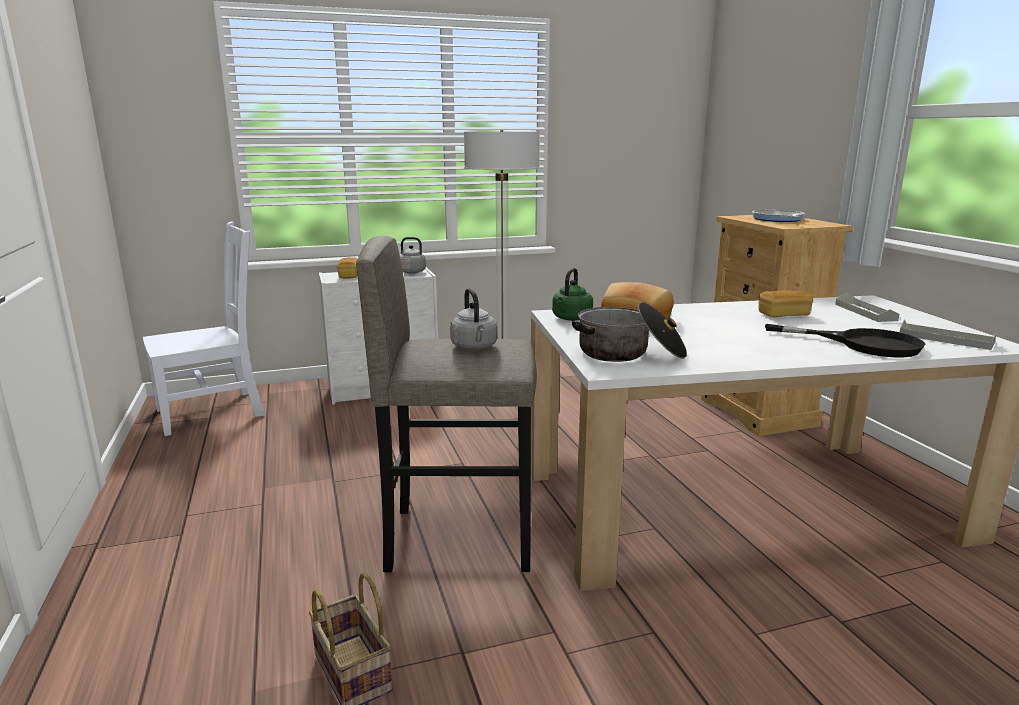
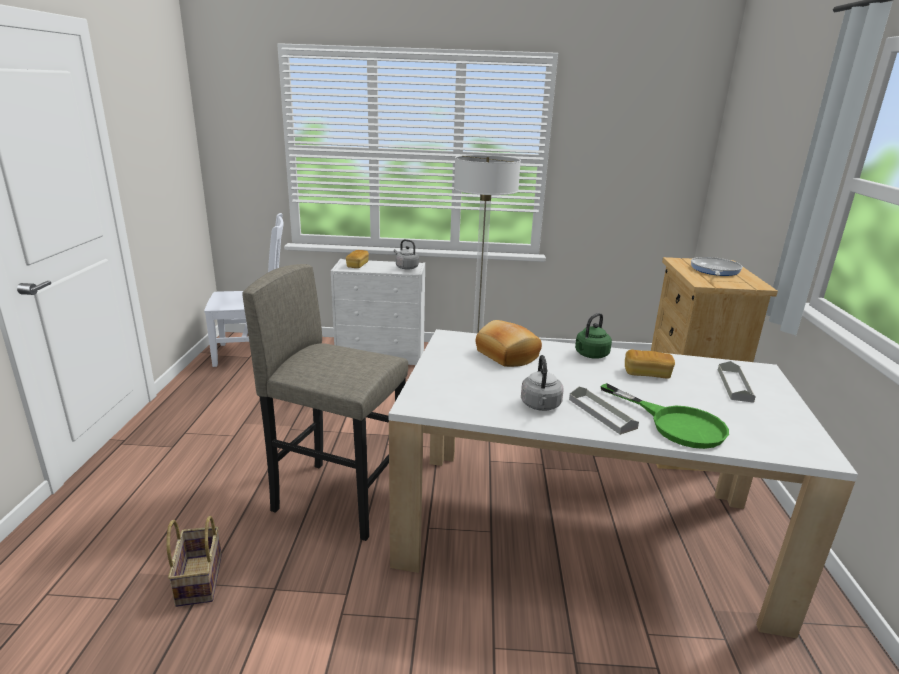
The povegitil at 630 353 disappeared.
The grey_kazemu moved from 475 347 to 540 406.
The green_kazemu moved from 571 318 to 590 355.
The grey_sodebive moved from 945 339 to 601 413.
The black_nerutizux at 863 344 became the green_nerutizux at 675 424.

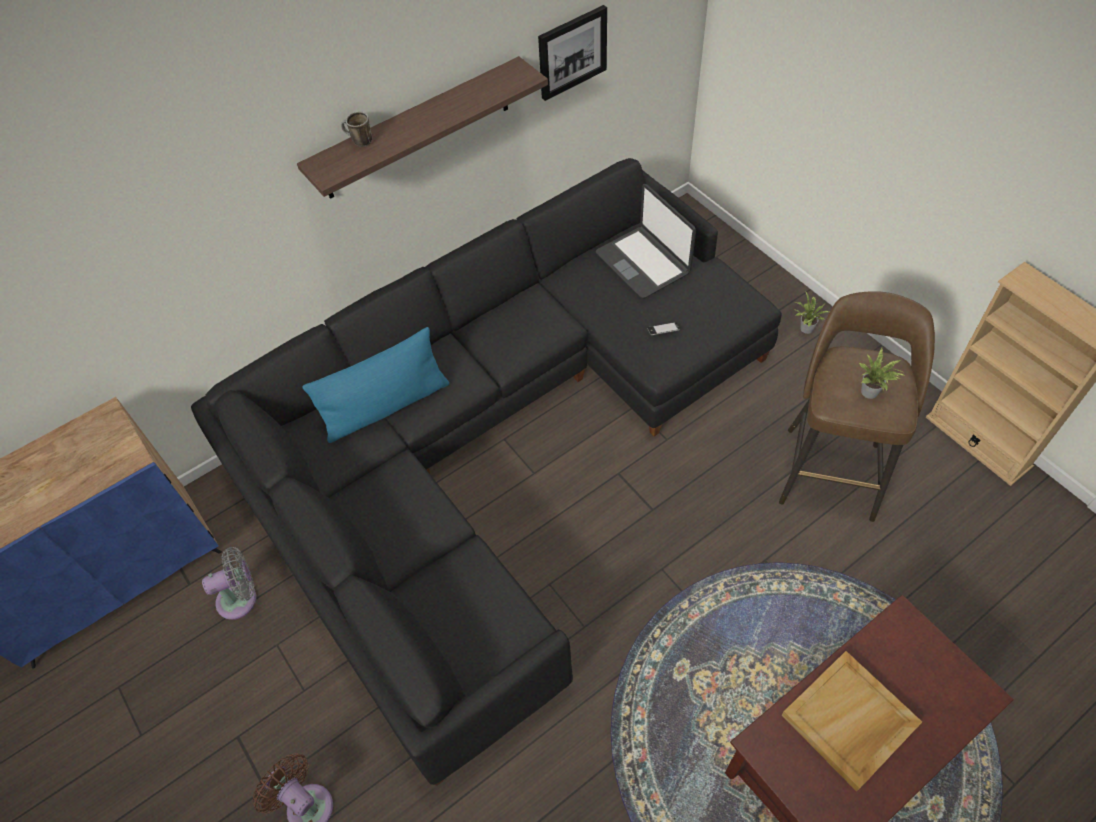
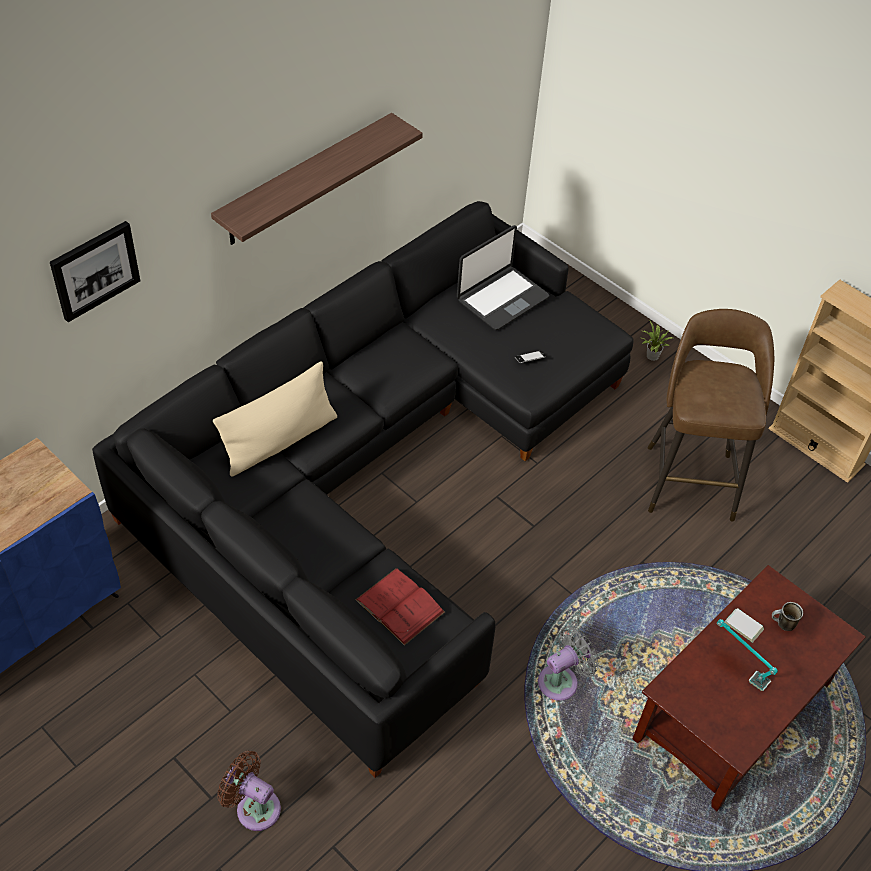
The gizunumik at 871 393 disappeared.
The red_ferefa at 400 606 appeared.
The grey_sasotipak moved from 241 598 to 561 681.
The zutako moved from 359 142 to 782 625.
The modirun moved from 572 52 to 94 270.
The beige_sodebive at 849 721 was replaced by the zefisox at 737 666.
The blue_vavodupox at 386 406 became the beige_vavodupox at 280 440.
The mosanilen at 643 263 turned 90 degrees counterclockwise.

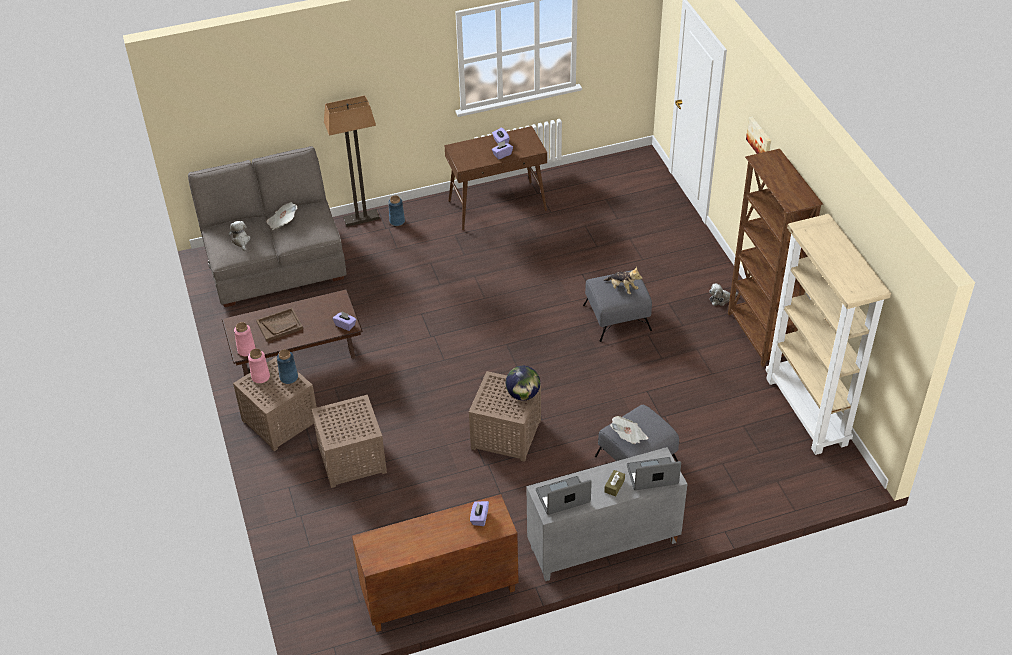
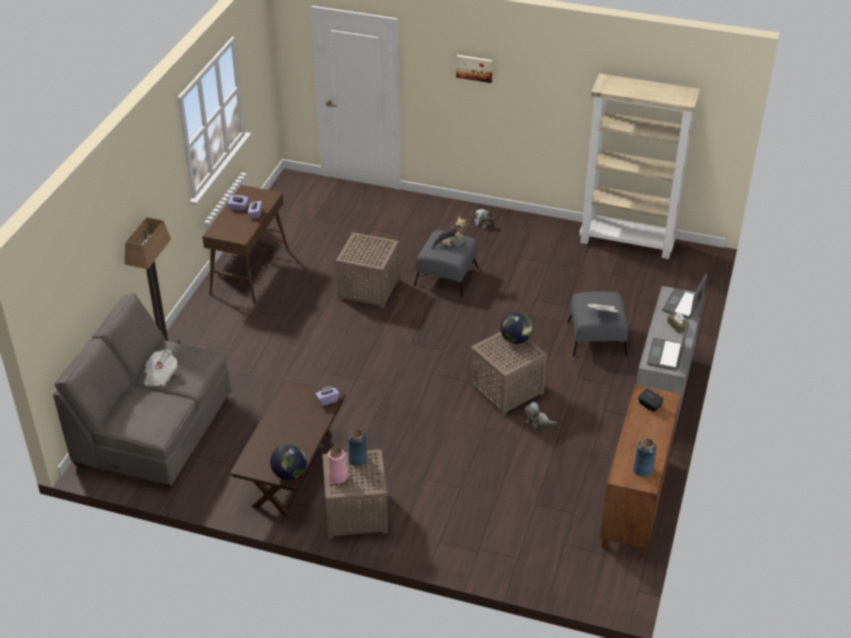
The brown_sodebive at 280 325 disappeared.
The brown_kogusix at 758 336 disappeared.
The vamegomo moved from 241 241 to 537 421.
The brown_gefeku moved from 351 460 to 369 289.
The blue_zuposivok moved from 397 221 to 643 470.
The pink_zuposivok at 246 350 was replaced by the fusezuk at 290 474.
The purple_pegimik at 479 518 became the black_pegimik at 649 405.

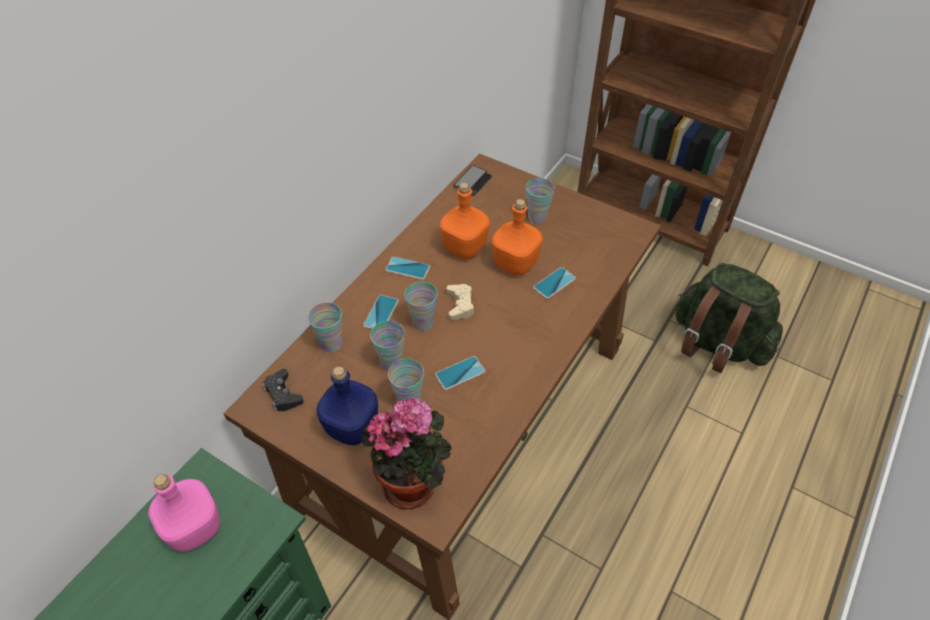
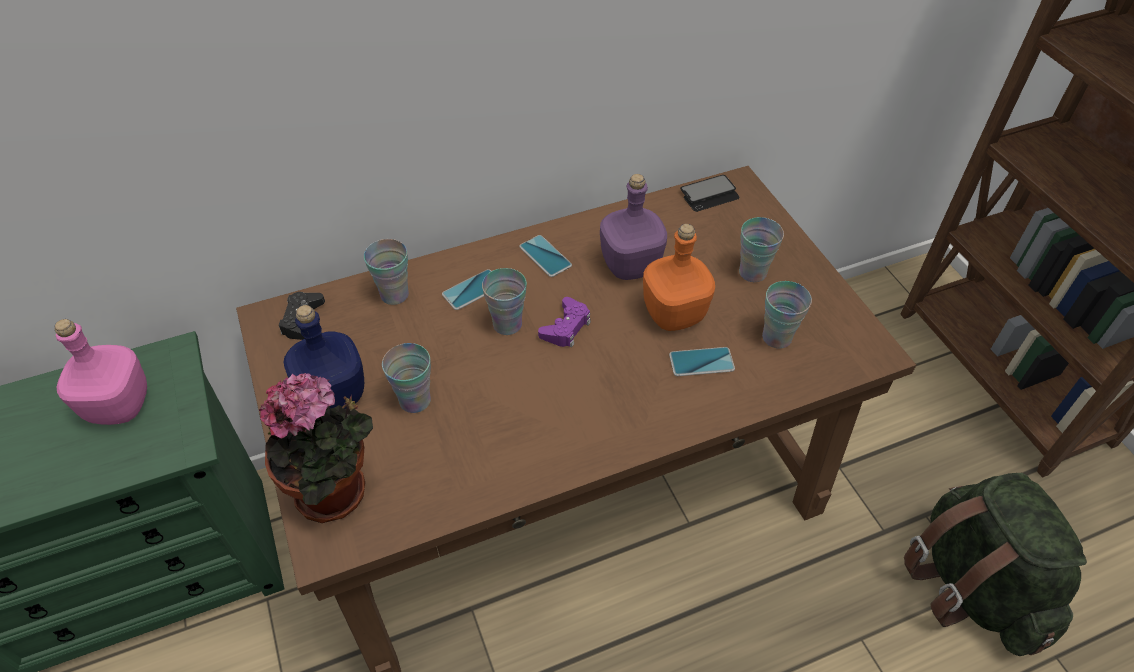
The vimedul at 460 373 disappeared.
The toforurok moved from 391 362 to 777 337.
The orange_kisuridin at 465 247 became the purple_kisuridin at 631 265.
The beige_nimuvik at 460 305 became the purple_nimuvik at 566 327.

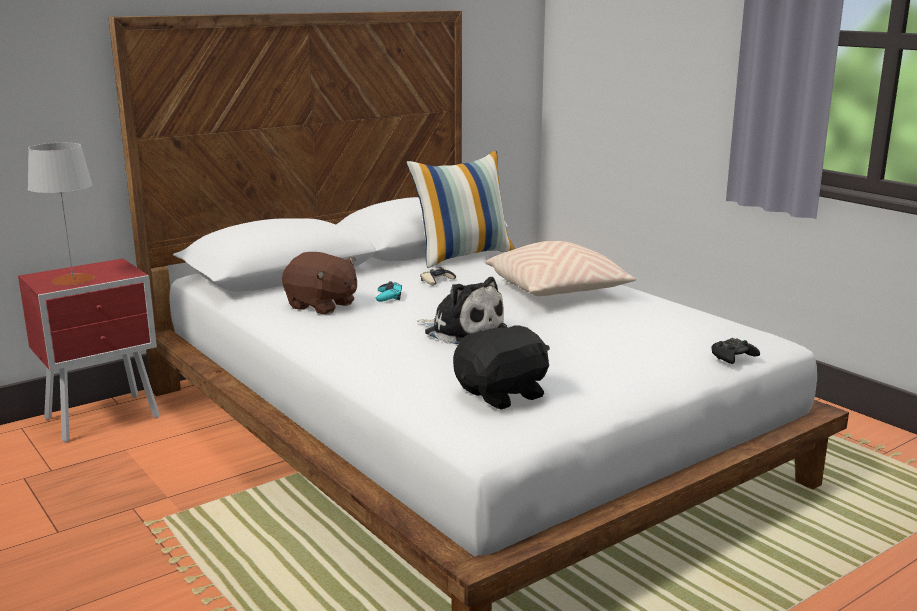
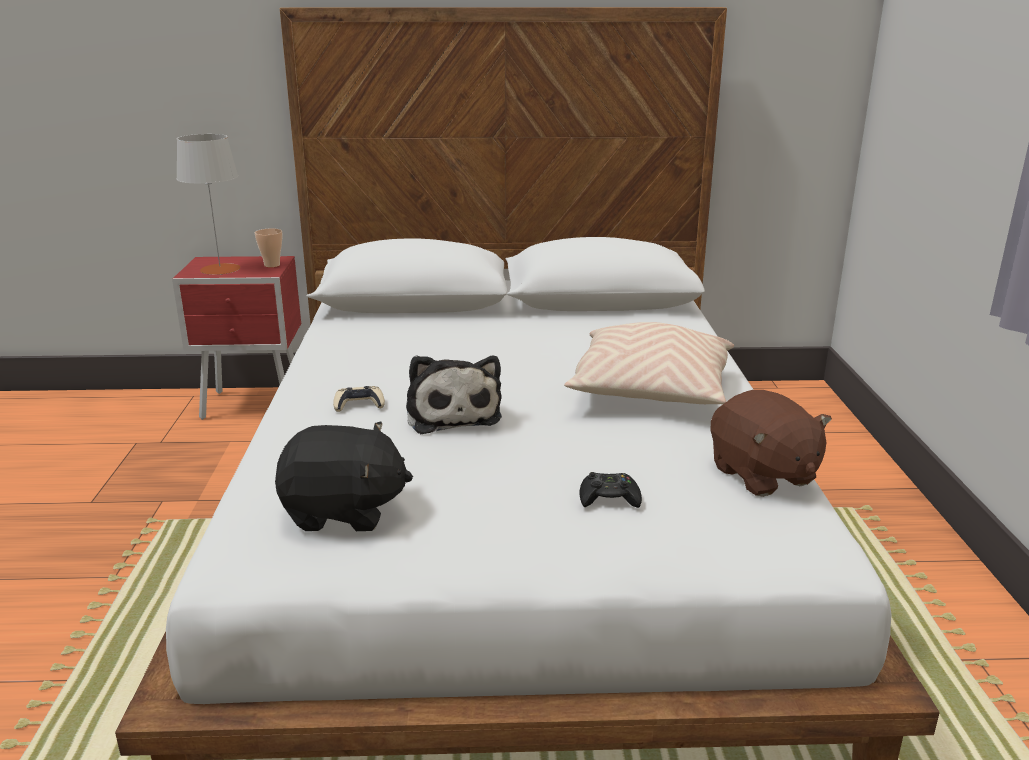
The turquoise_nimuvik at 389 296 disappeared.
The vavodupox at 463 255 disappeared.
The toforurok at 272 265 appeared.
The brown_vamegomo moved from 321 306 to 762 475.
The beige_nimuvik moved from 437 280 to 359 404.
The black_nimuvik moved from 733 357 to 609 498.

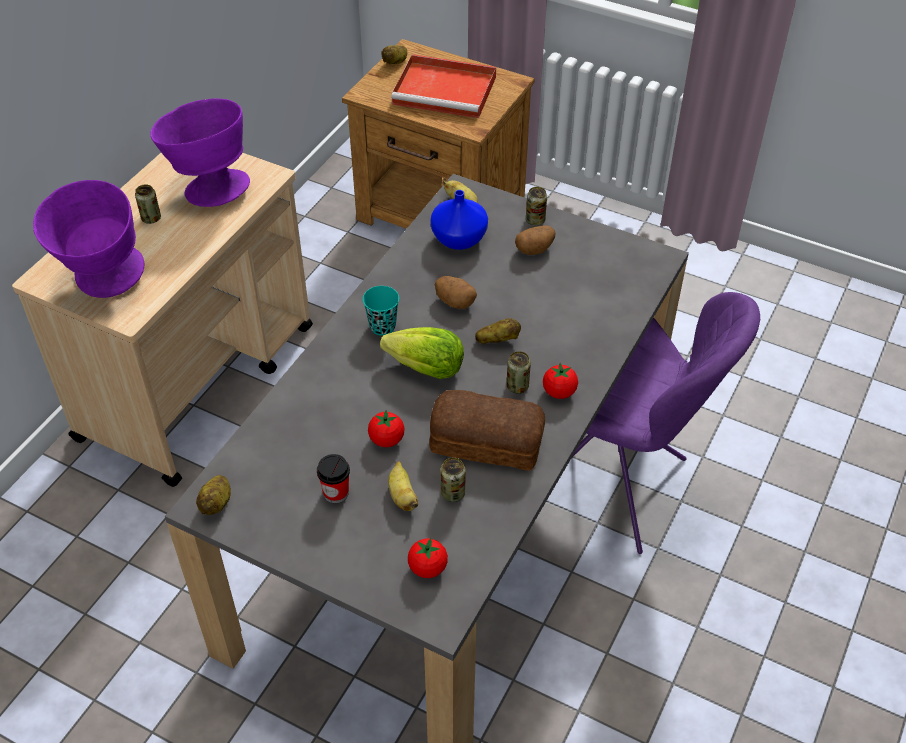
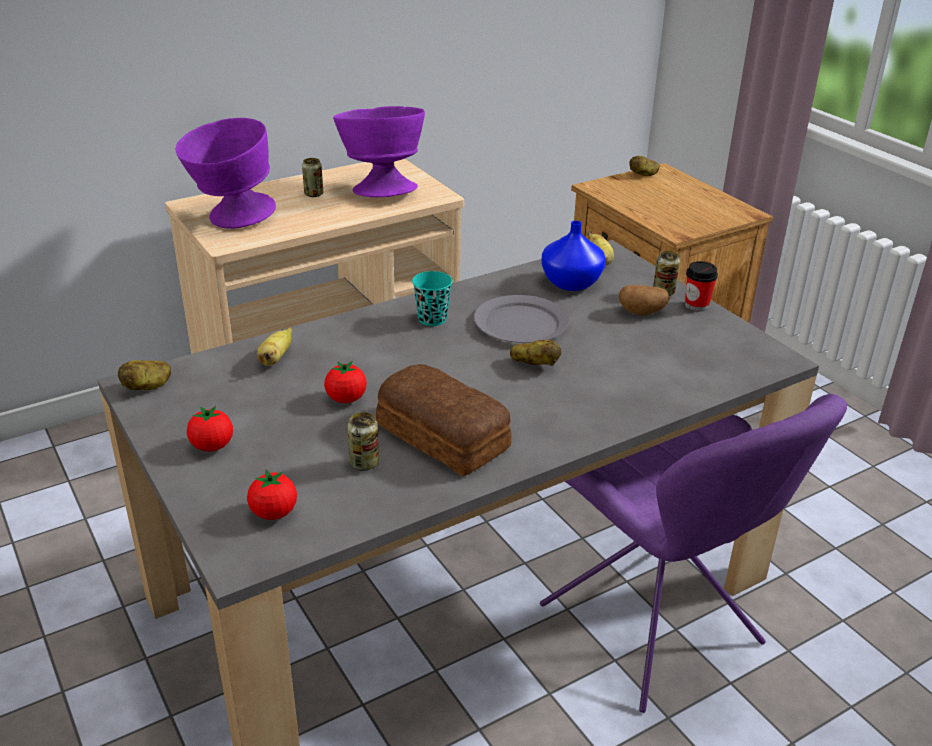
The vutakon at 426 369 disappeared.
The red_sodebive at 447 90 disappeared.
The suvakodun at 517 386 disappeared.
The toforurok moved from 336 493 to 696 305.
The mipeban moved from 402 496 to 276 358.
The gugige moved from 559 392 to 212 446.
The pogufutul at 455 302 was replaced by the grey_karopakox at 520 324.

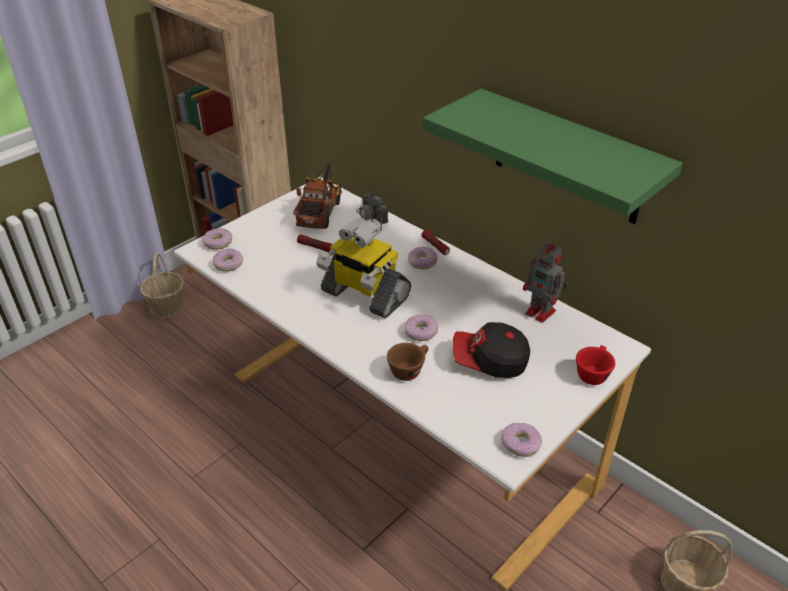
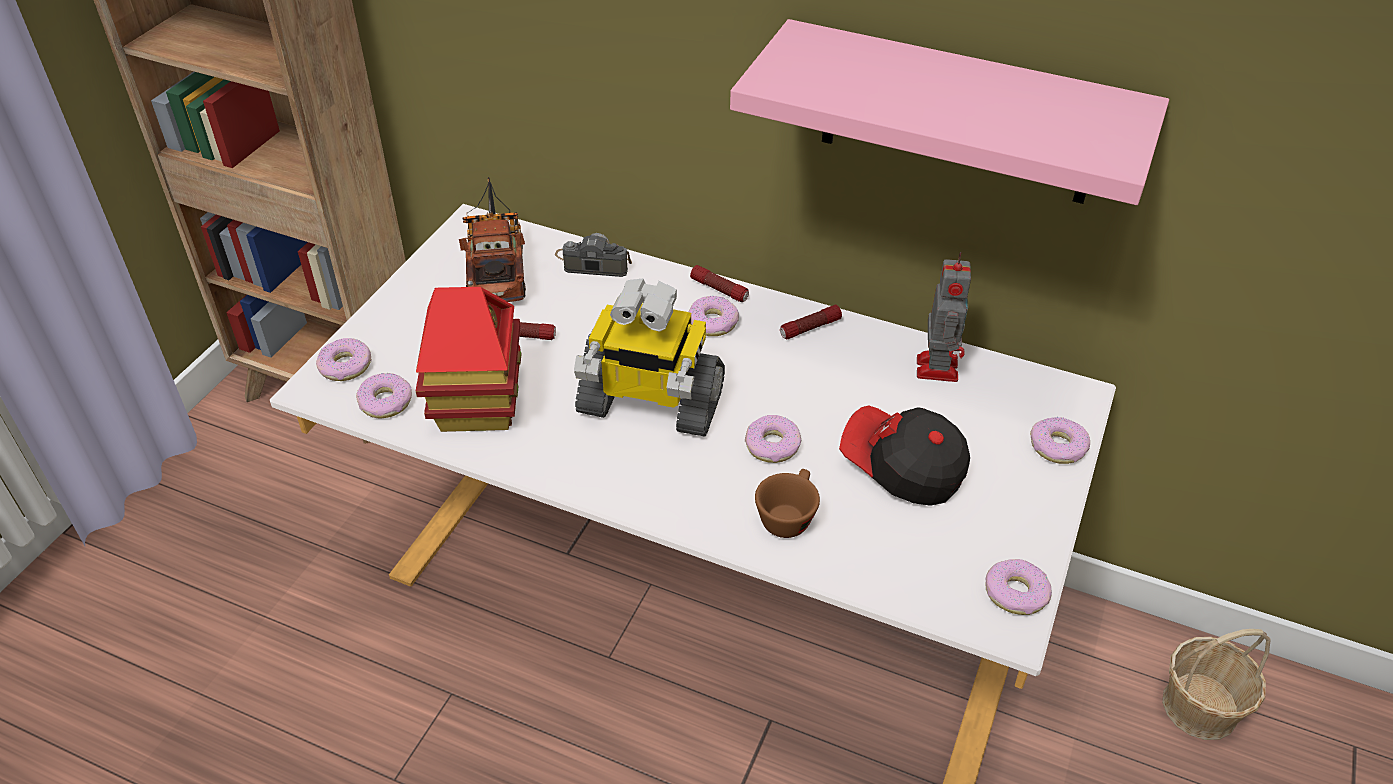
The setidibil at 167 306 disappeared.
The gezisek at 477 404 appeared.
The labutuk at 810 328 appeared.
The red_toforurok at 592 373 was replaced by the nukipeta at 1057 447.
The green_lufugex at 568 158 became the pink_lufugex at 959 115.
The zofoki at 372 218 turned 150 degrees clockwise.
The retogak at 489 361 turned 45 degrees clockwise.
The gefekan at 541 313 turned 105 degrees counterclockwise.

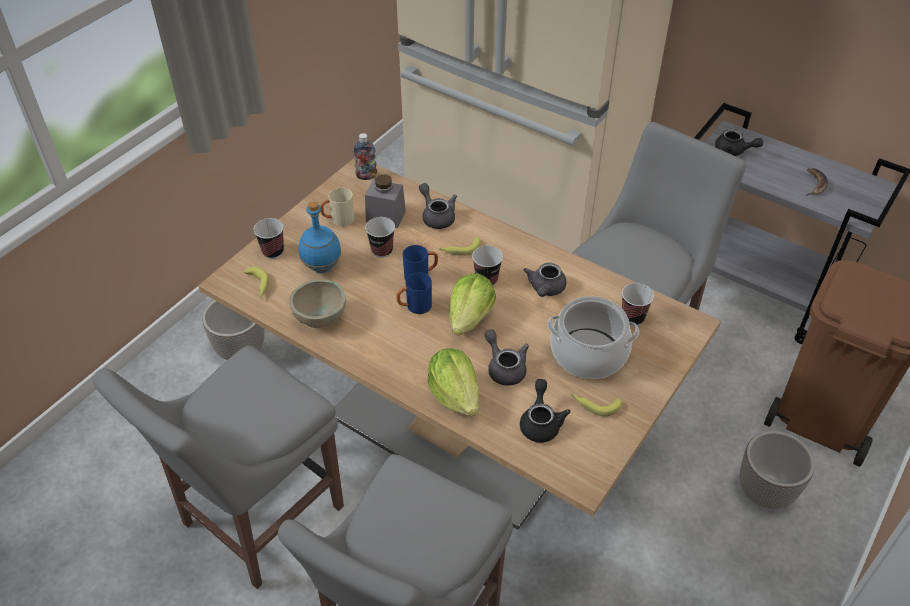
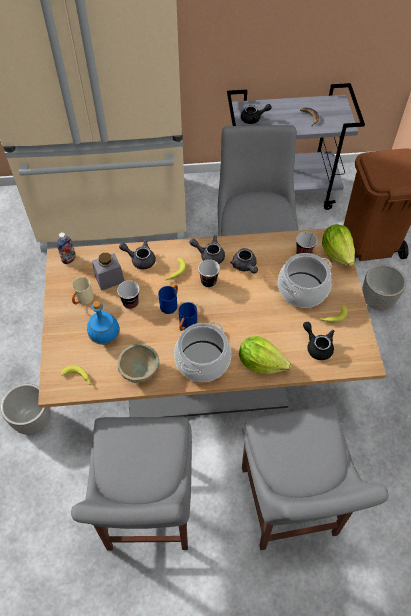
The toforurok at 273 252 disappeared.
The povegitil at 202 360 appeared.
The vutakon moved from 470 318 to 337 253.
The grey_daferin moved from 504 367 to 209 255.

